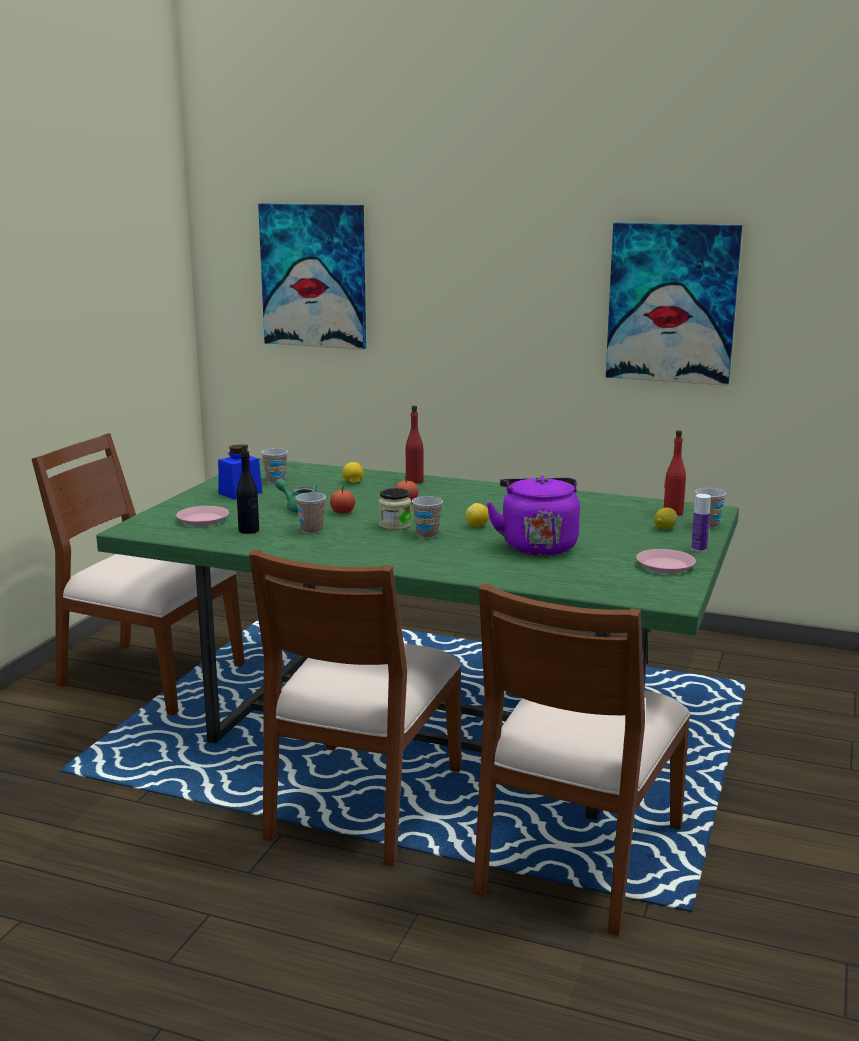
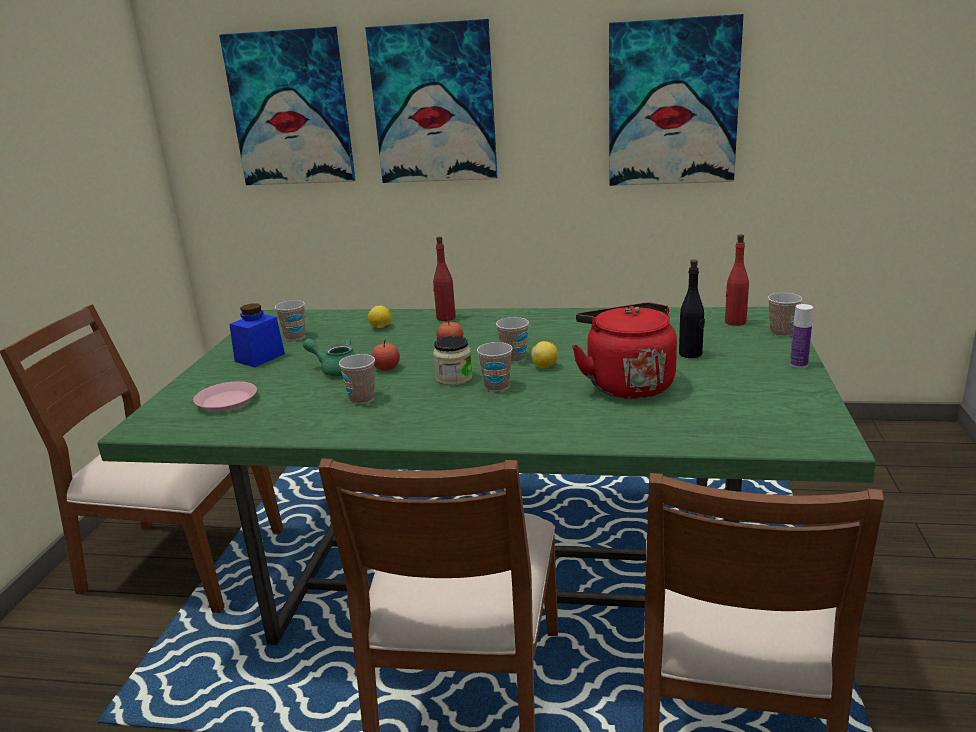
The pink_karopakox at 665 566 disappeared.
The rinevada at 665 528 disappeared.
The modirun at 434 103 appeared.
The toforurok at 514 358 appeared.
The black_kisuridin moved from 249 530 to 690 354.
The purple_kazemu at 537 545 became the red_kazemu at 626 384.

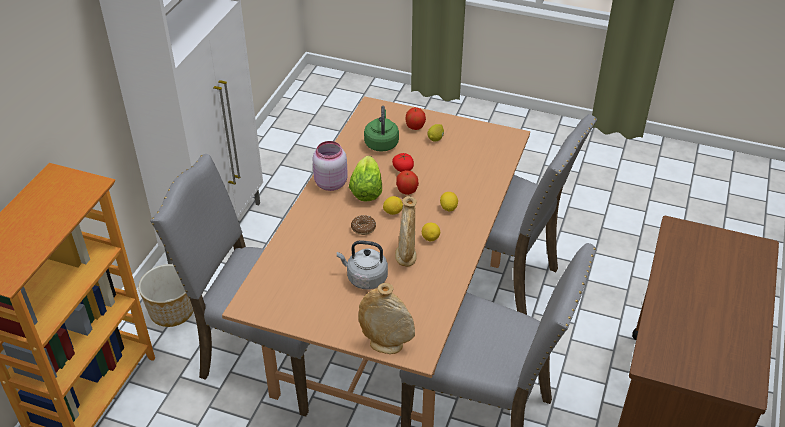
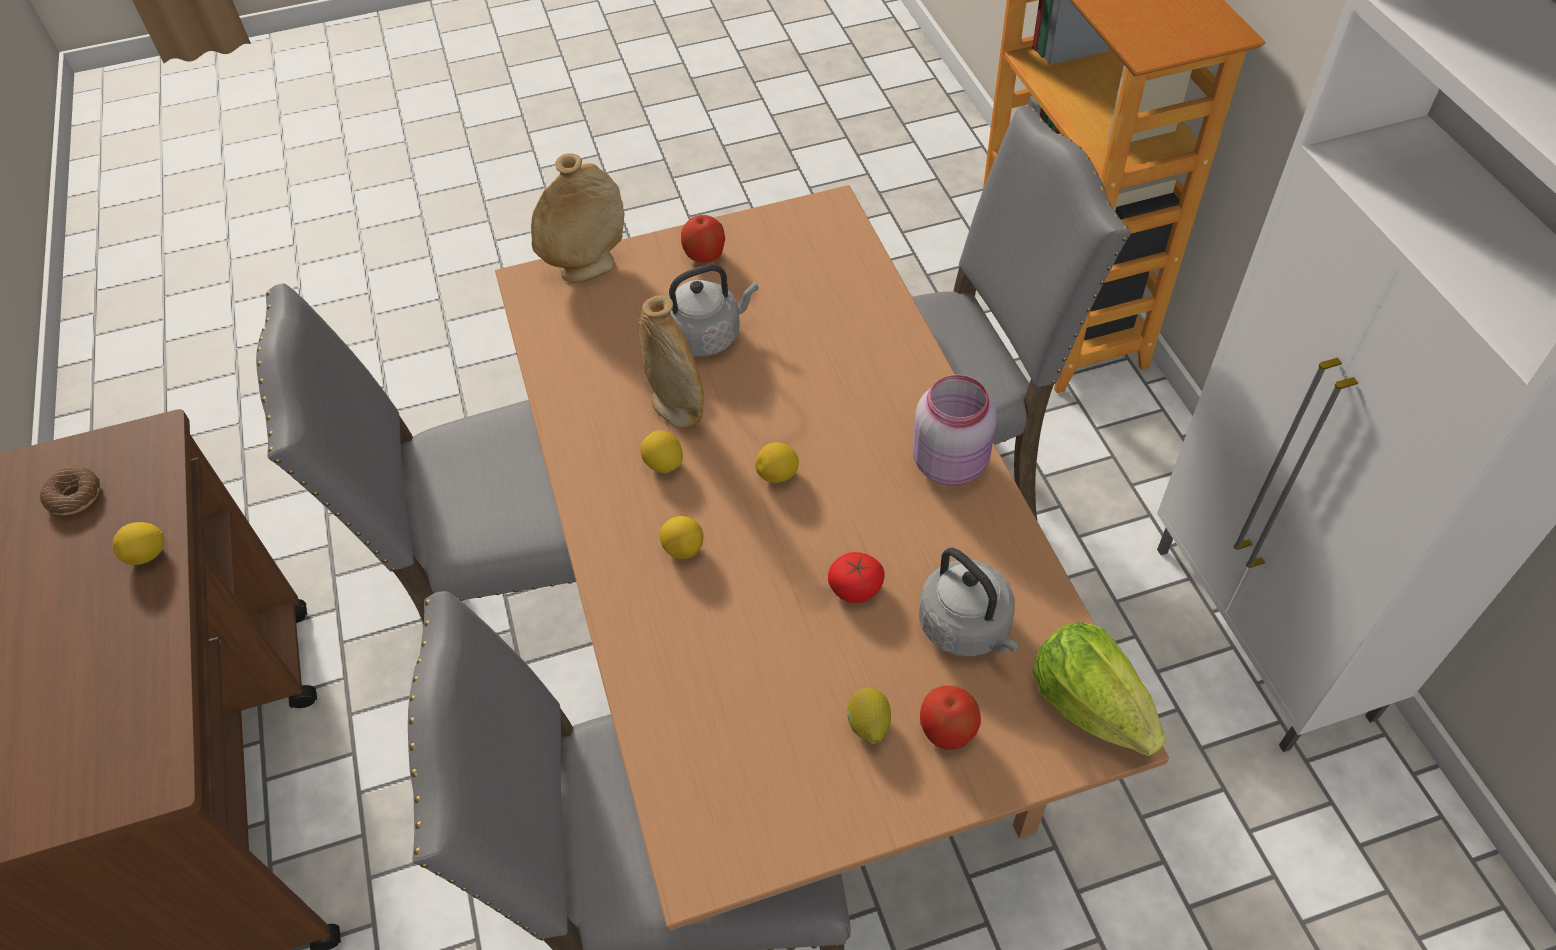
The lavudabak at 172 311 disappeared.
The rinevada at 148 555 appeared.
The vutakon moved from 366 191 to 1089 704.
The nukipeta moved from 363 228 to 75 496.
The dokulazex moved from 407 191 to 705 256.
The green_kazemu at 381 143 became the grey_kazemu at 967 628.

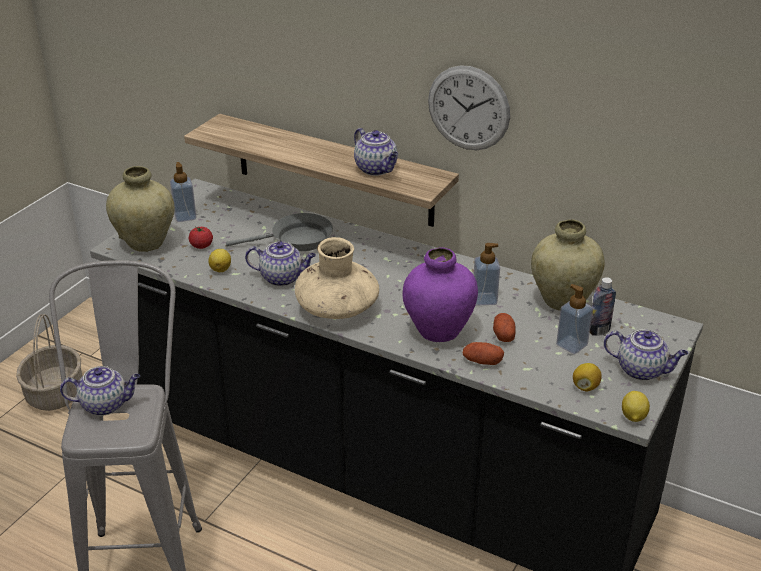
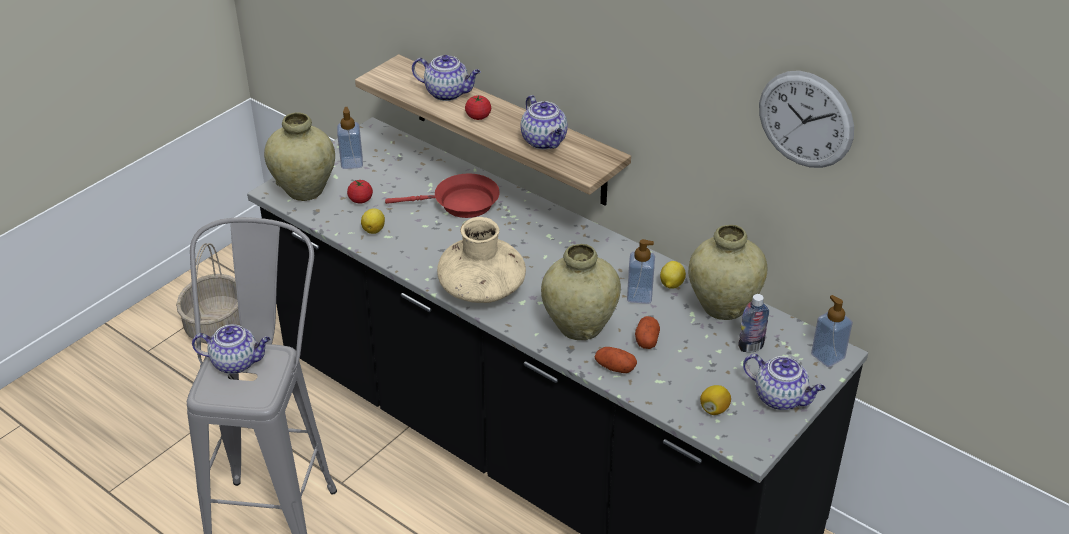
The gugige at 478 116 appeared.
The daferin moved from 283 278 to 448 93.
The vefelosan moved from 468 108 to 805 119.
The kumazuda moved from 571 345 to 827 356.
The rinevada moved from 633 417 to 671 284.
The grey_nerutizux at 296 240 became the red_nerutizux at 460 204.
The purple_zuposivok at 438 331 became the beige_zuposivok at 579 327.

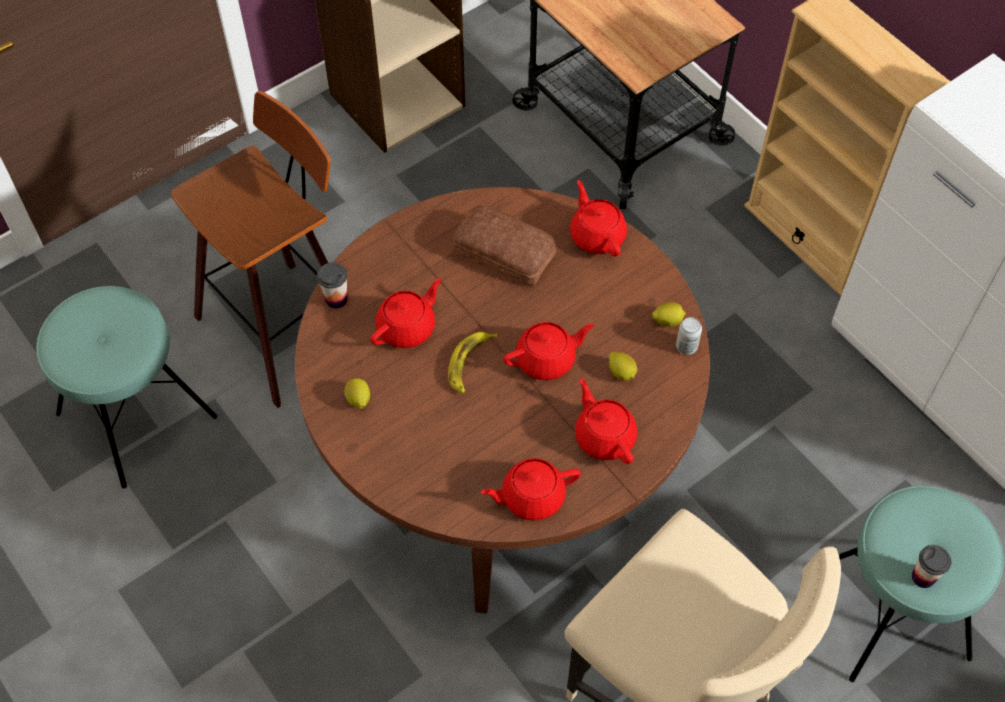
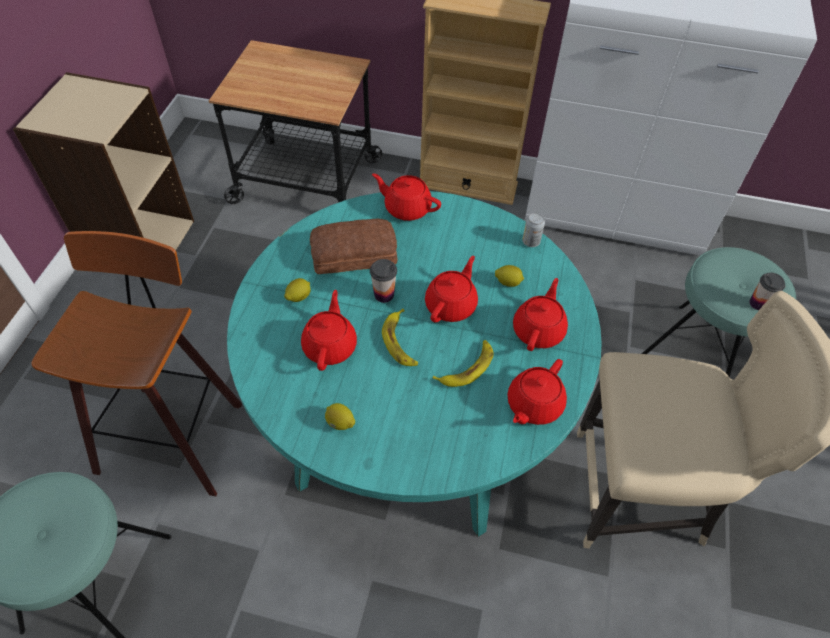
The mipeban at 467 367 appeared.
The toforurok moved from 336 299 to 384 294.
The rinevada moved from 667 321 to 298 297.
The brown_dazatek at 502 467 became the turquoise_dazatek at 411 427.
The red_daferin at 604 436 turned 90 degrees clockwise.

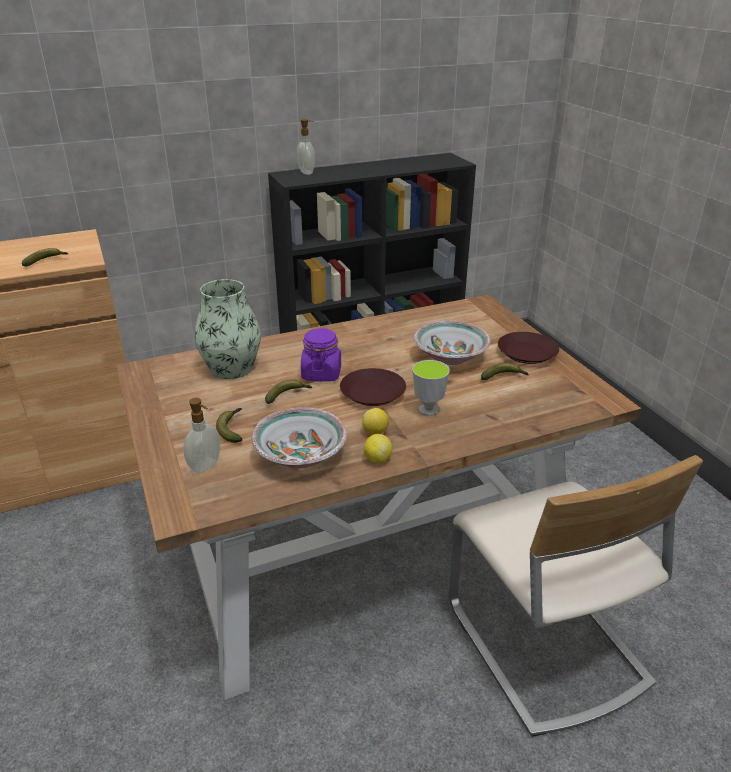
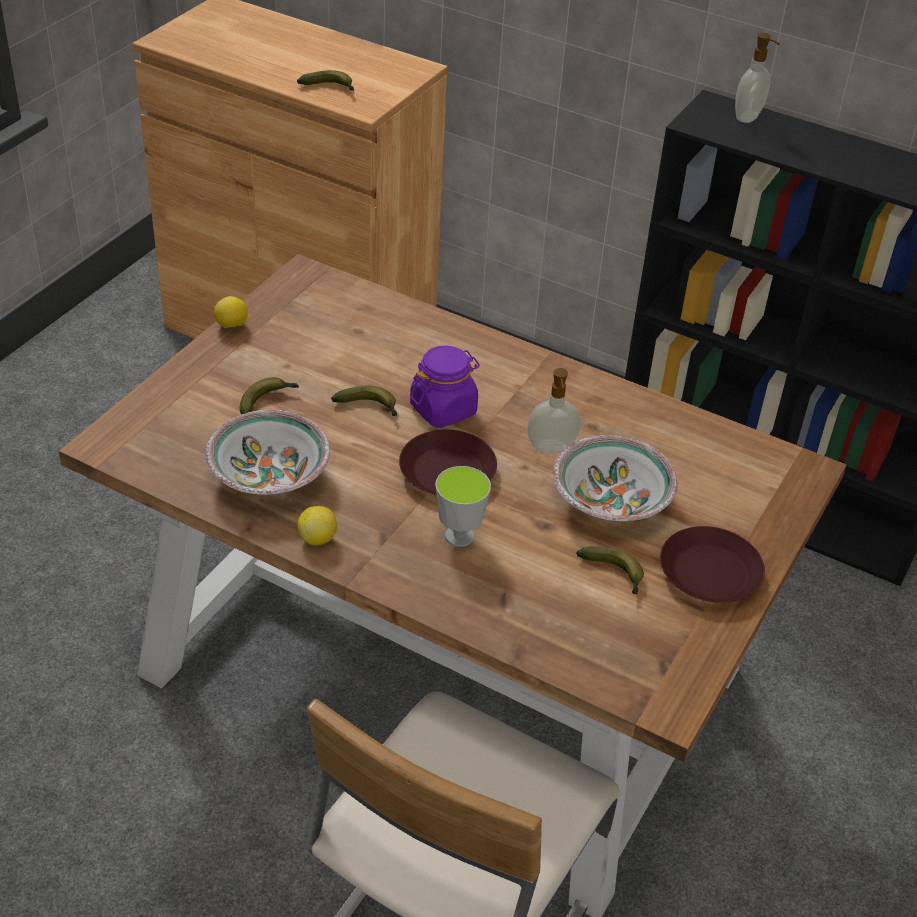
The zuposivok at 231 367 disappeared.
The kumazuda moved from 206 466 to 551 448.
The rinevada moved from 375 432 to 231 326.

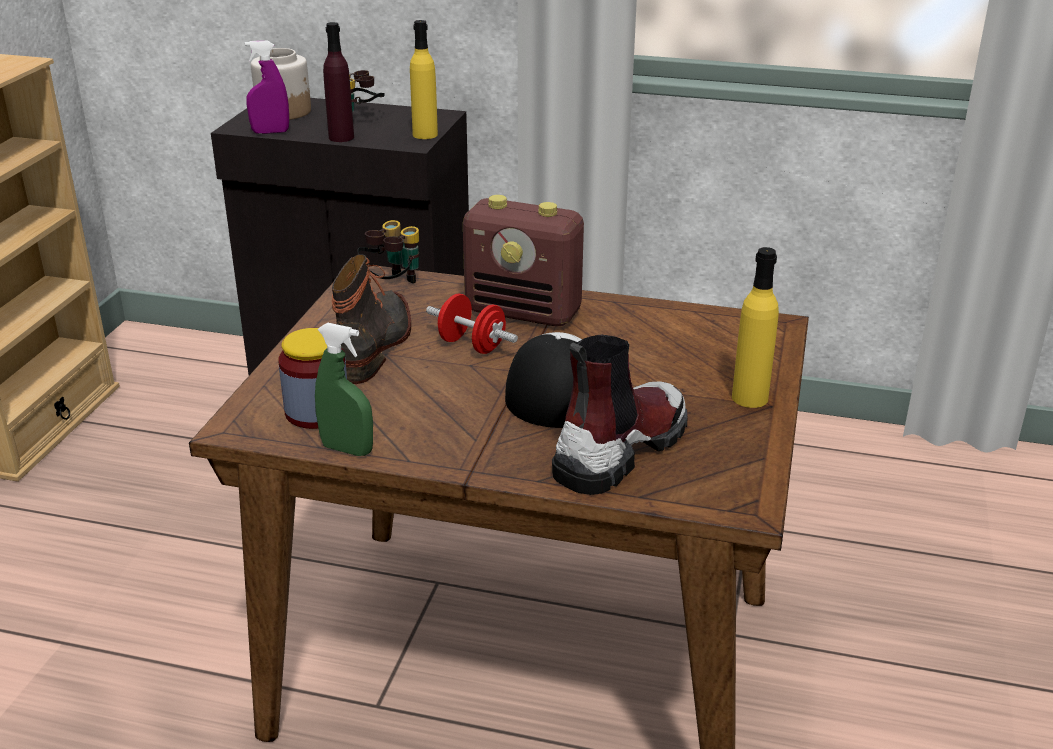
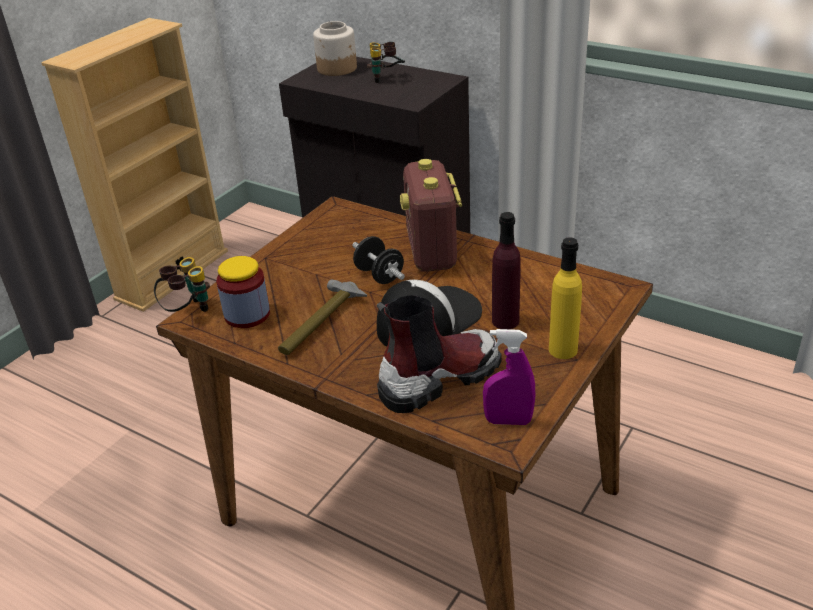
The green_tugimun at 347 449 disappeared.
The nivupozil at 375 345 disappeared.
The yellow_kisuridin at 425 134 disappeared.
The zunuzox at 320 324 appeared.
The purple_tugimun moved from 270 132 to 508 421.
The purple_kisuridin moved from 341 137 to 505 321.
The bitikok moved from 392 284 to 188 311.
The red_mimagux at 472 345 became the black_mimagux at 379 275.
The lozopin at 524 312 turned 45 degrees clockwise.

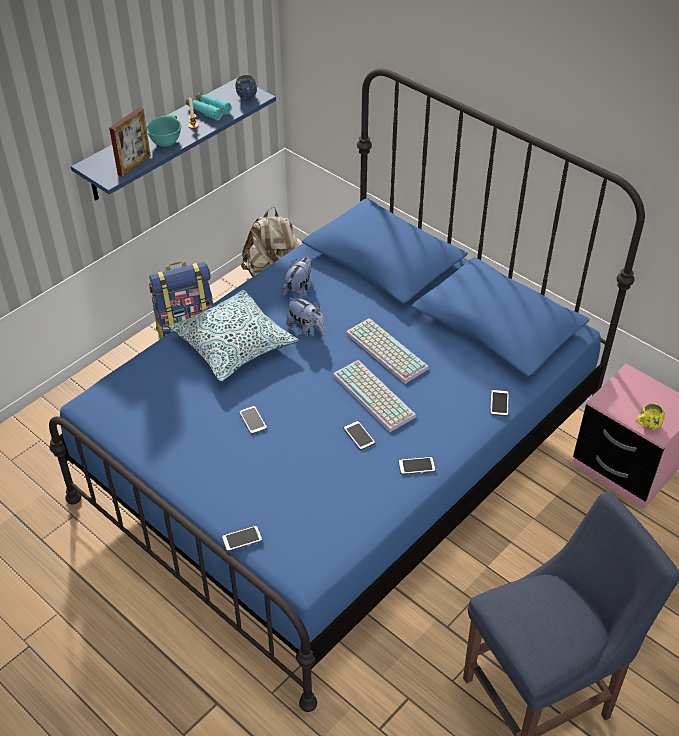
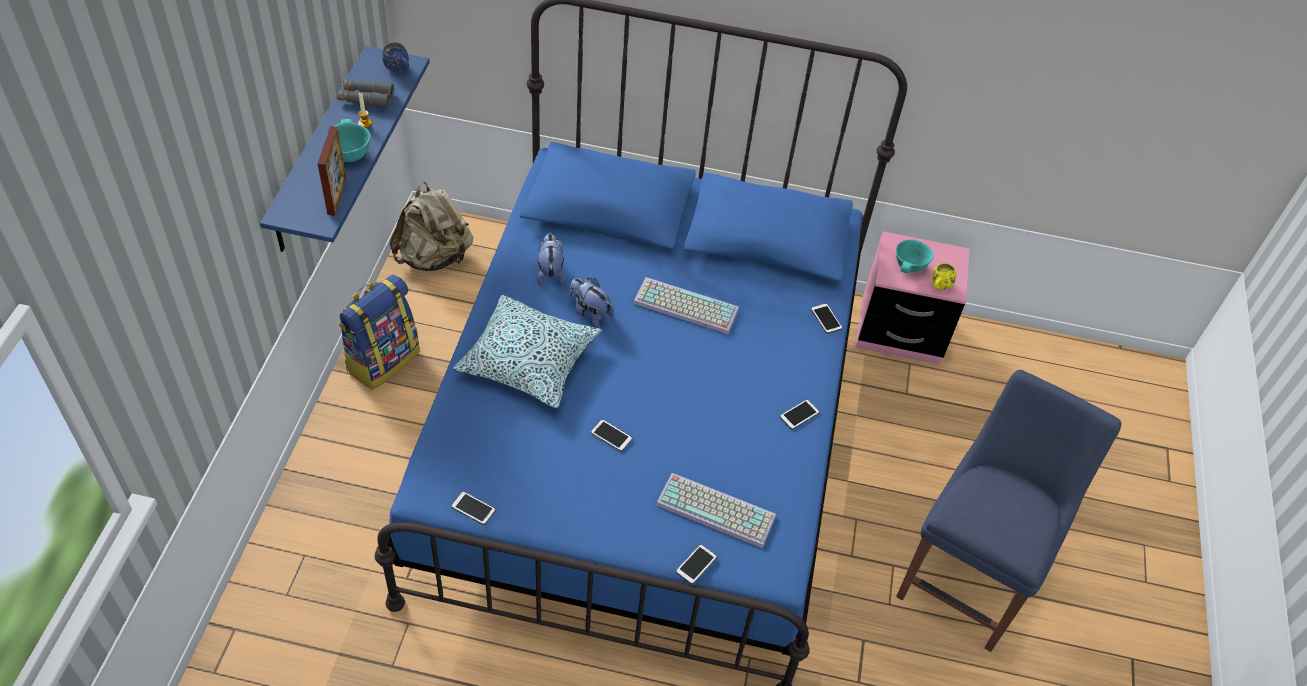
The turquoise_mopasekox at 909 268 appeared.
The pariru moved from 375 396 to 718 509.
The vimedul moved from 359 436 to 473 508.
The turquoise_bitikok at 208 110 became the grey_bitikok at 366 99.
The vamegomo at 306 329 turned 150 degrees counterclockwise.

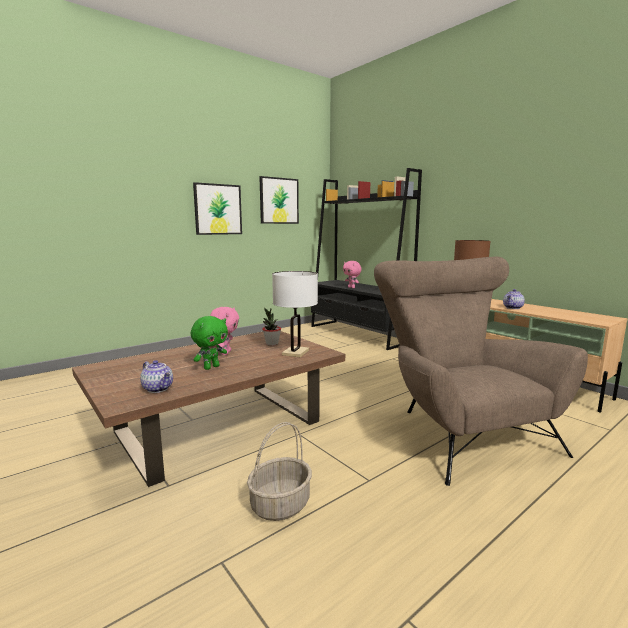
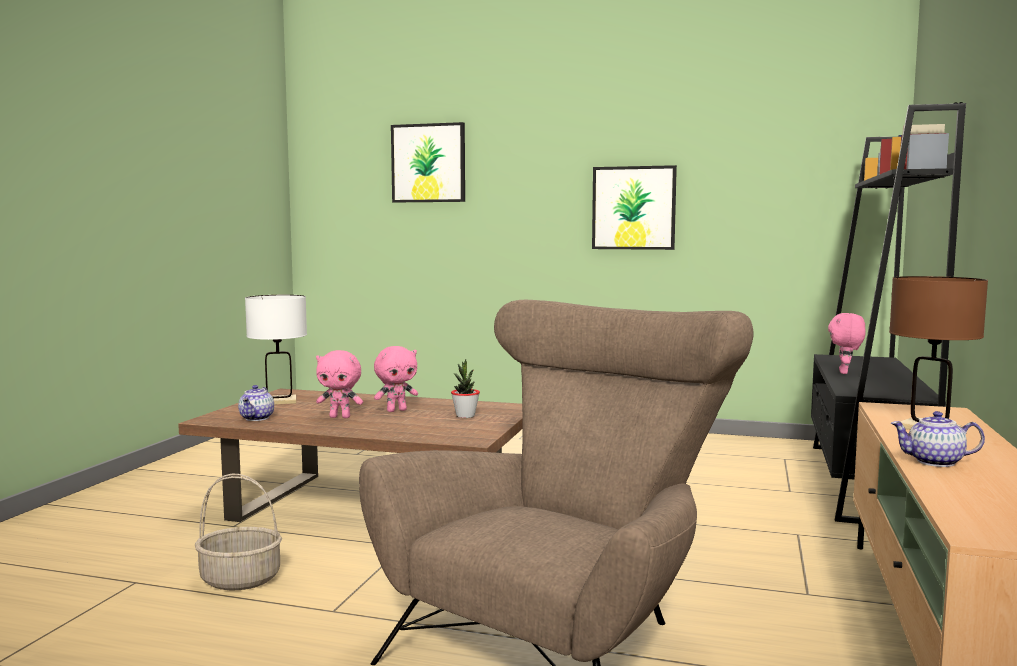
The modirun moved from 279 201 to 428 163.
The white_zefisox moved from 295 352 to 279 401.
The green_vamegomo at 211 367 became the pink_vamegomo at 340 417.

